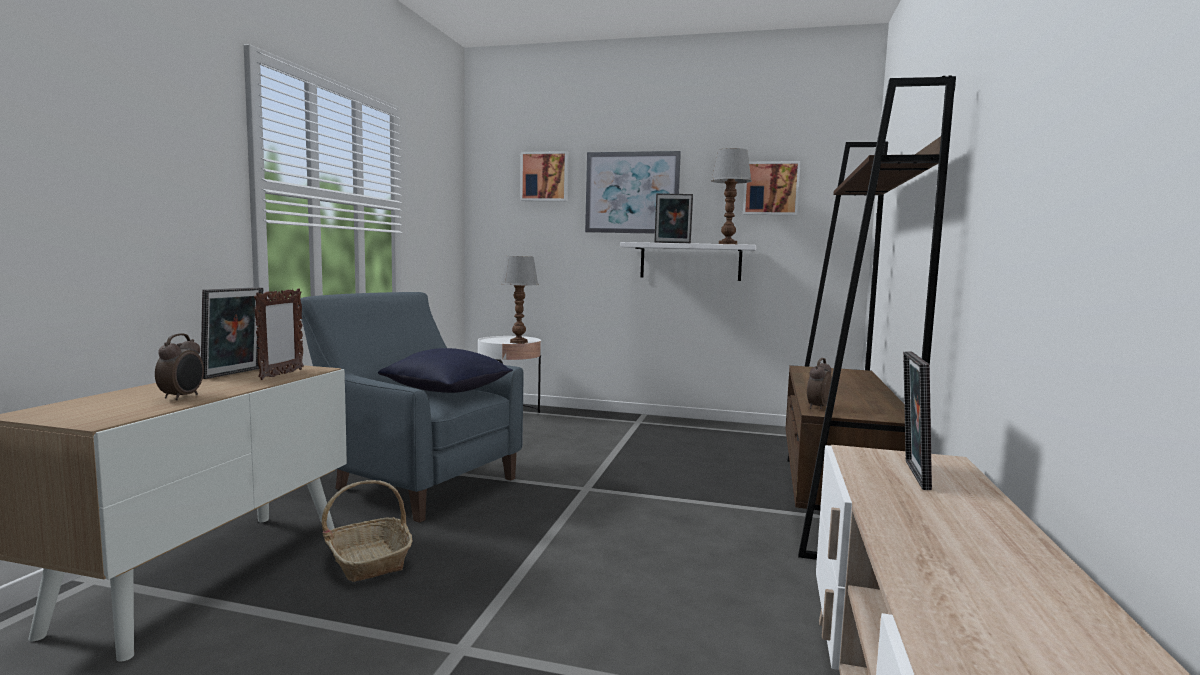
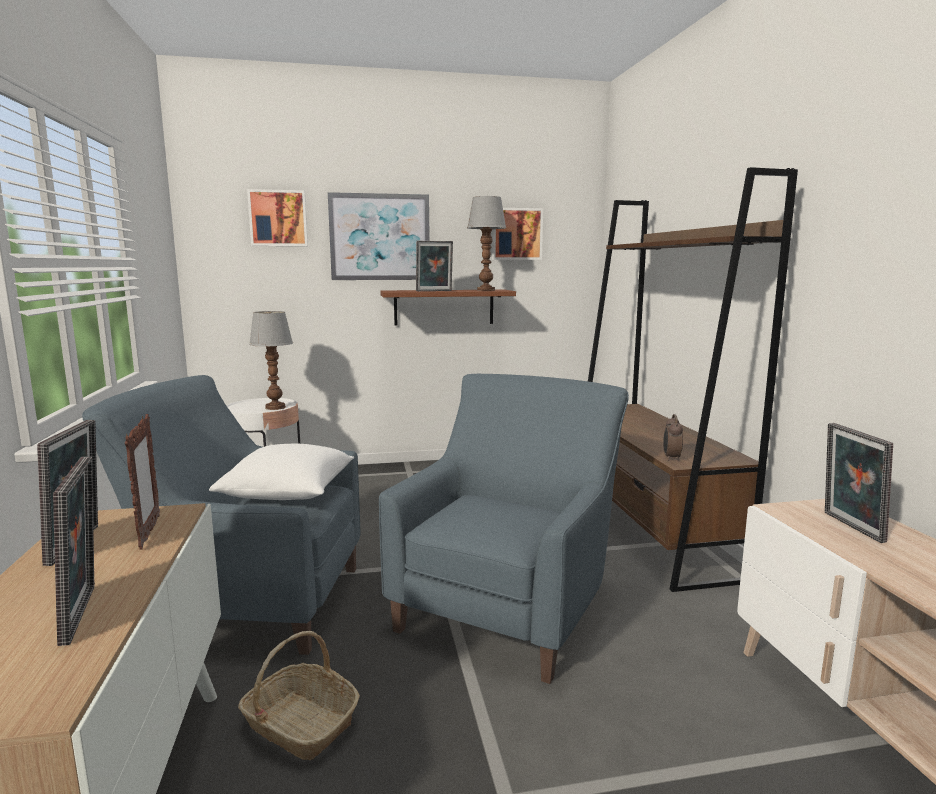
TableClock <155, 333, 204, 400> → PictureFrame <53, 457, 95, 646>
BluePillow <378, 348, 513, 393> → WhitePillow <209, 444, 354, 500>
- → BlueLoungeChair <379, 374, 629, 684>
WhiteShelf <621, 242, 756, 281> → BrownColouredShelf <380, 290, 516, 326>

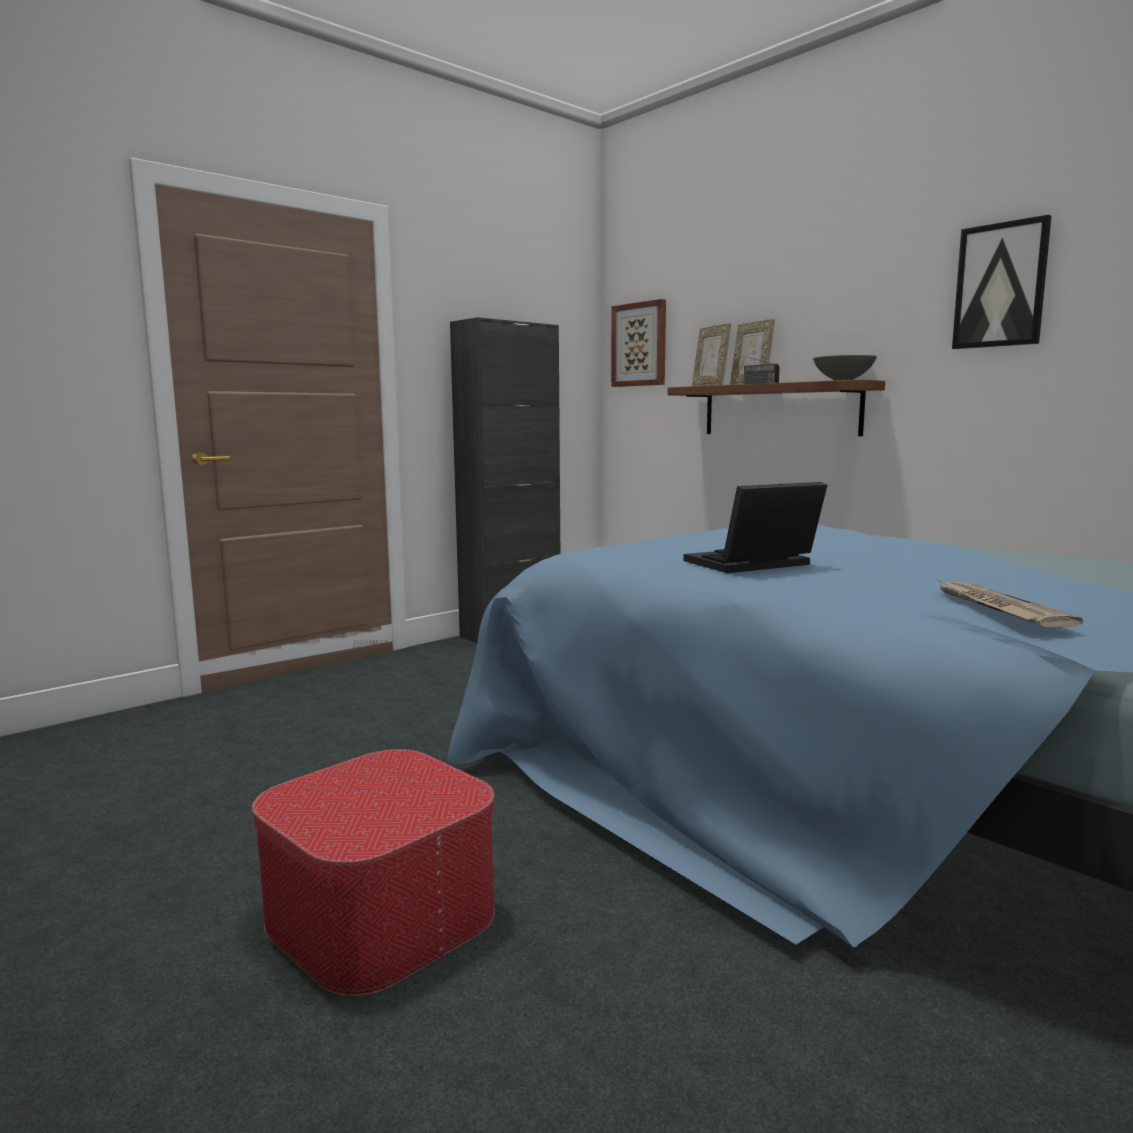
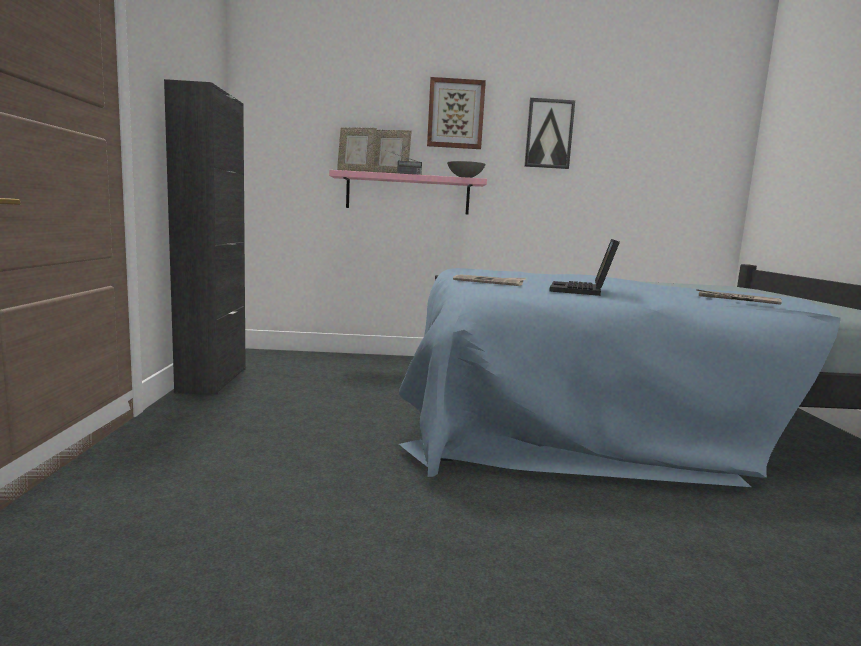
BrownColouredShelf <668, 379, 885, 436> → PinkColouredShelf <329, 170, 487, 214>
WallArt <611, 299, 666, 387> → WallArt <427, 77, 486, 149>, moved
- → PrintedPaper <453, 275, 526, 286>
Footrest <252, 749, 495, 996> → -

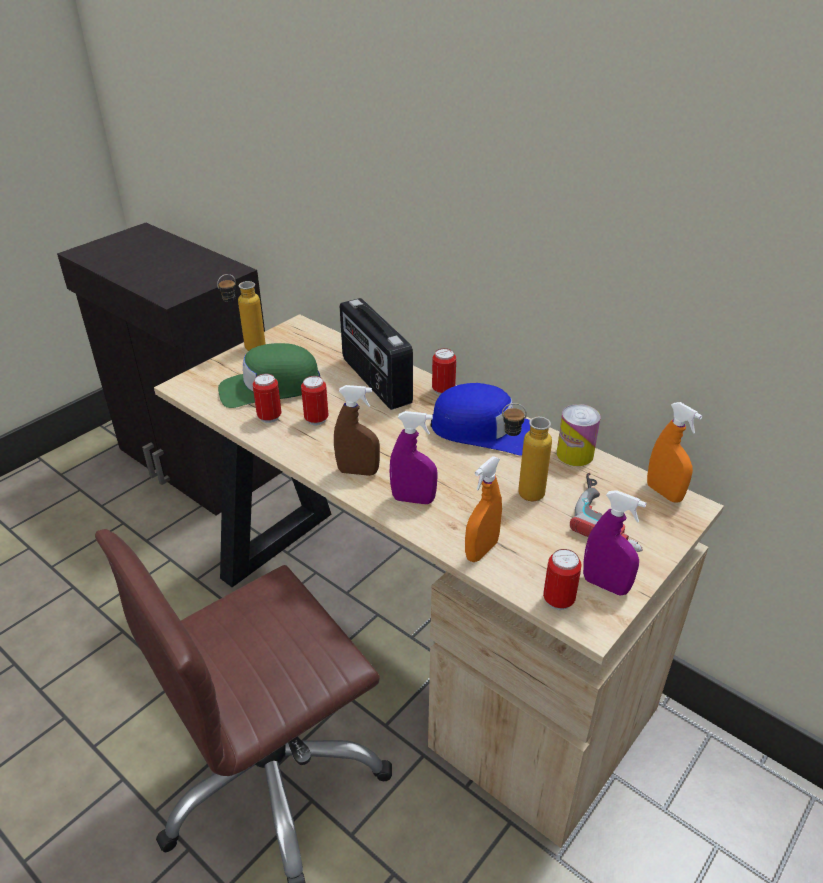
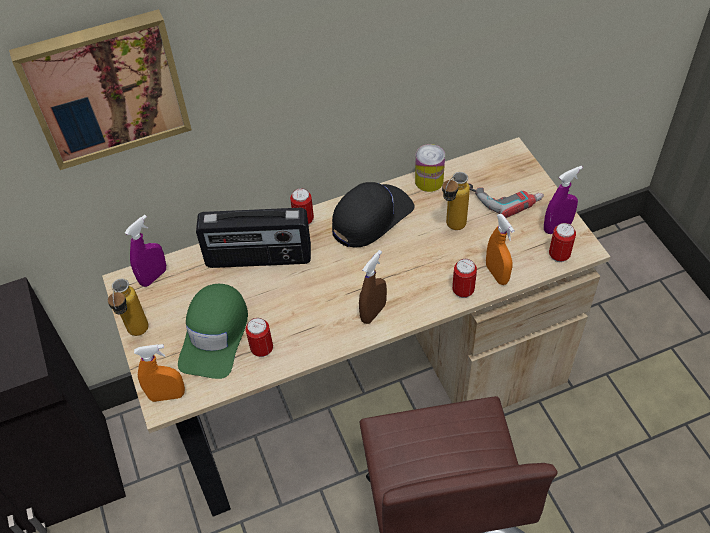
- → WallArt <9, 9, 192, 170>
PurplishHandSprayer <390, 411, 438, 504> → PurplishHandSprayer <125, 215, 166, 287>, moved
OrangeColouredHandSprayer <647, 402, 702, 503> → OrangeColouredHandSprayer <134, 344, 185, 402>, moved
BlueCap <431, 383, 530, 456> → BlackishCap <332, 182, 415, 247>
Can <301, 376, 329, 425> → Can <452, 259, 477, 298>, moved

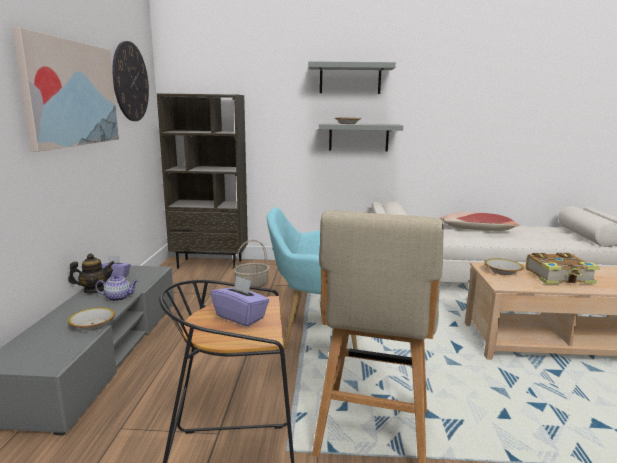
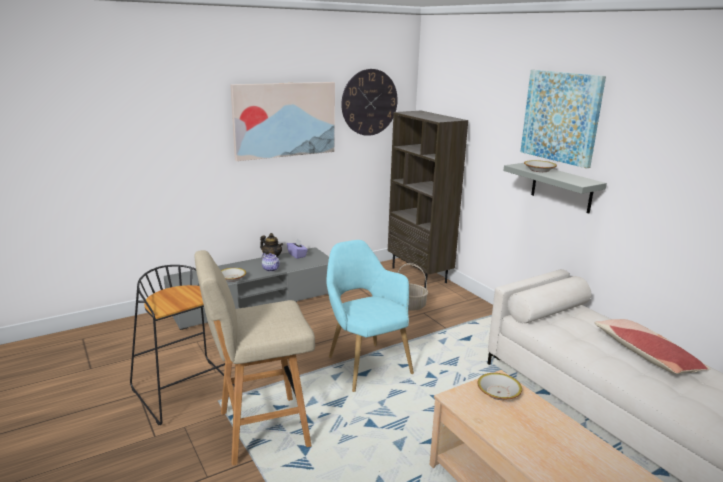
GrayShelf <308, 61, 396, 94> → WallArt <520, 70, 606, 168>
PurplishBoxOfTissues <211, 276, 269, 326> → -
Book <526, 253, 600, 284> → -

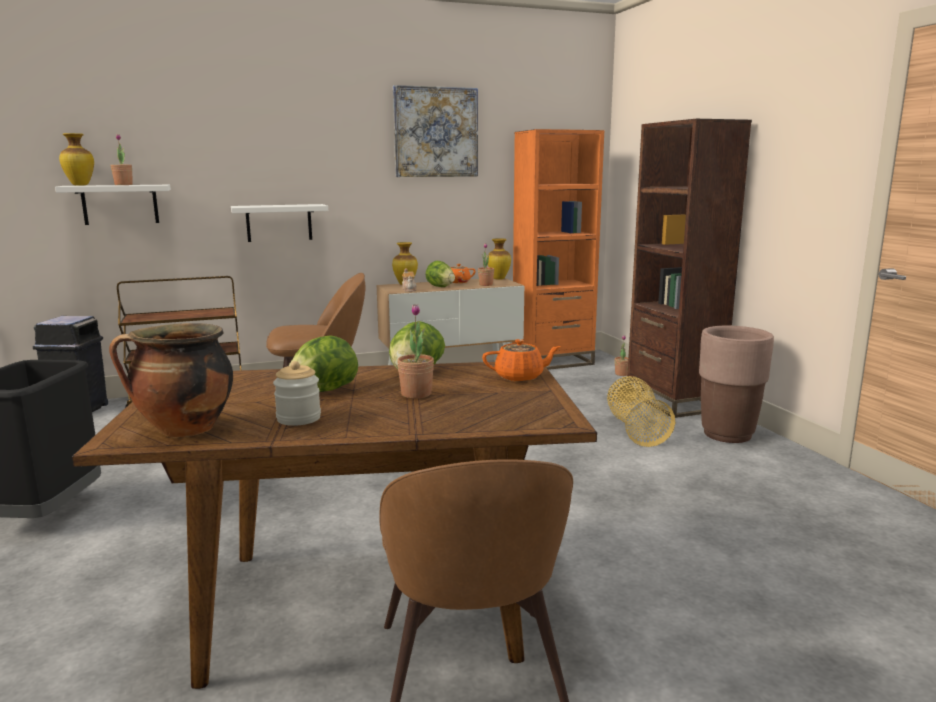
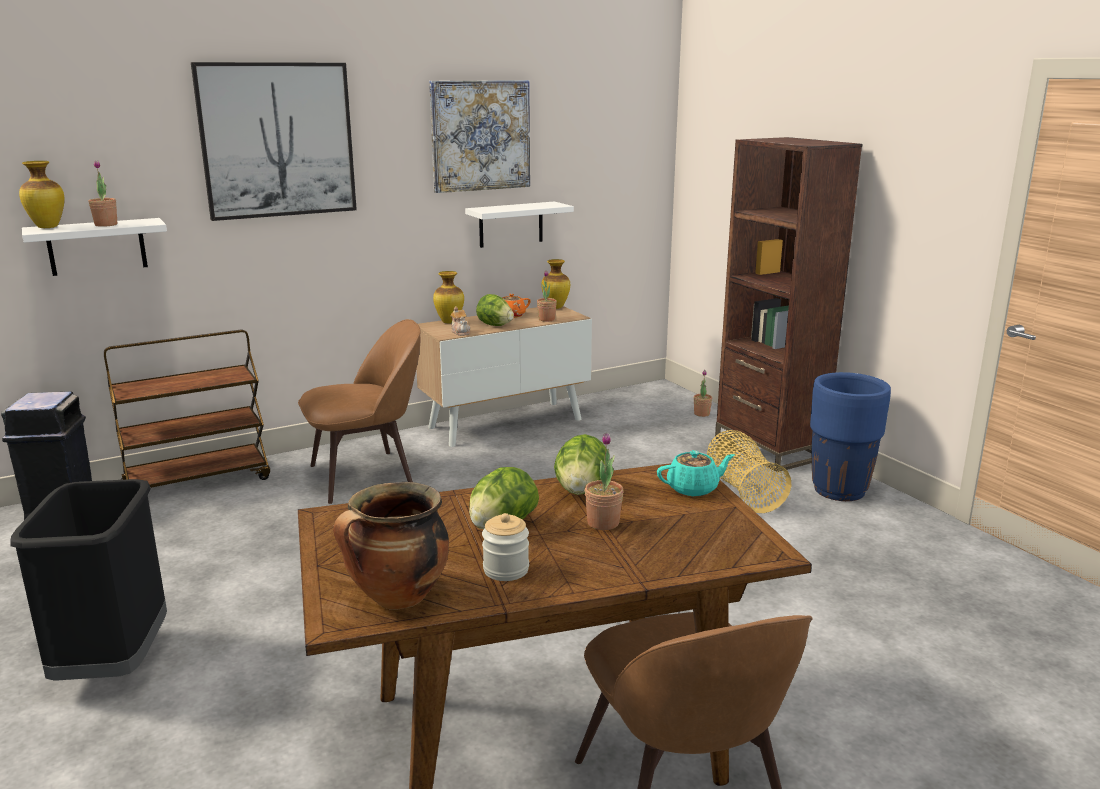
- → WallArt <191, 62, 357, 221>
WhiteShelf <231, 204, 328, 242> → WhiteShelf <465, 201, 574, 248>, moved
OrangeColouredTeapot <482, 339, 561, 382> → TurquoiseTeapot <657, 450, 735, 496>
BrownColouredPlanter <699, 326, 774, 443> → BluePlanter <810, 372, 891, 501>
OrangeColouredBookshelf <512, 129, 604, 370> → -

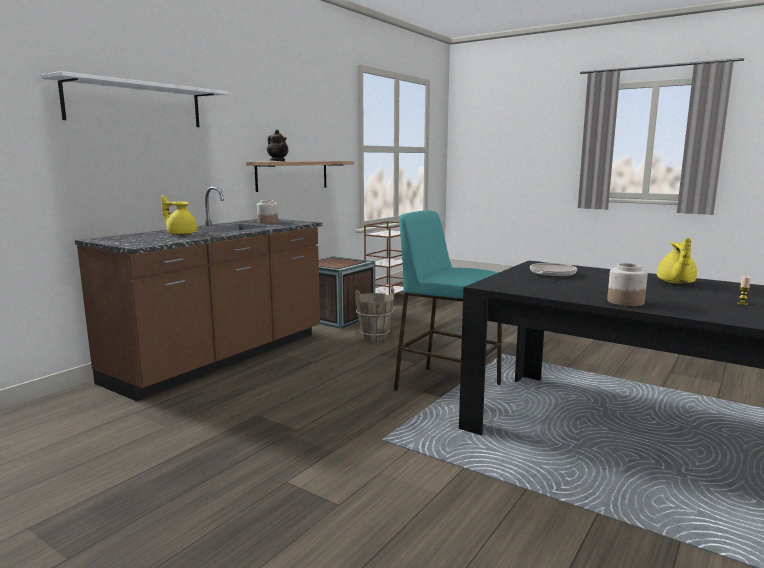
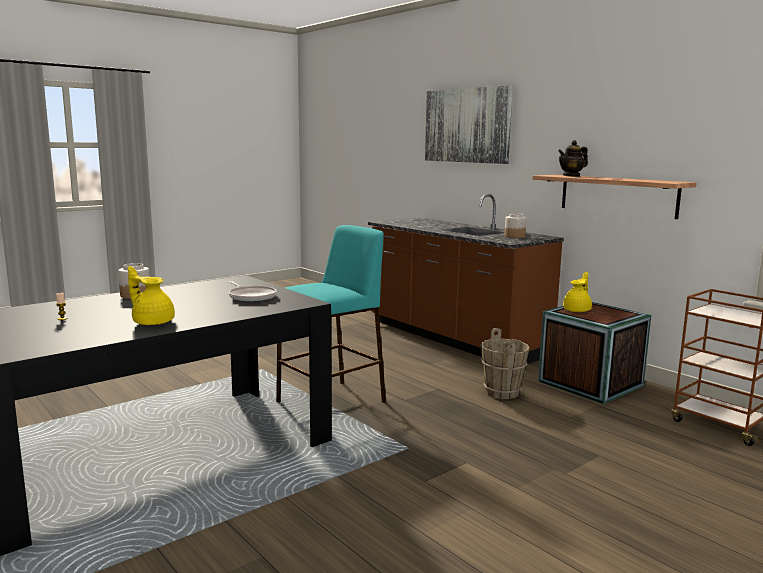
WhiteShelf <41, 71, 228, 127> → WallArt <425, 85, 513, 164>
YellowColouredTeapot <161, 195, 197, 235> → YellowColouredTeapot <563, 271, 592, 312>, moved

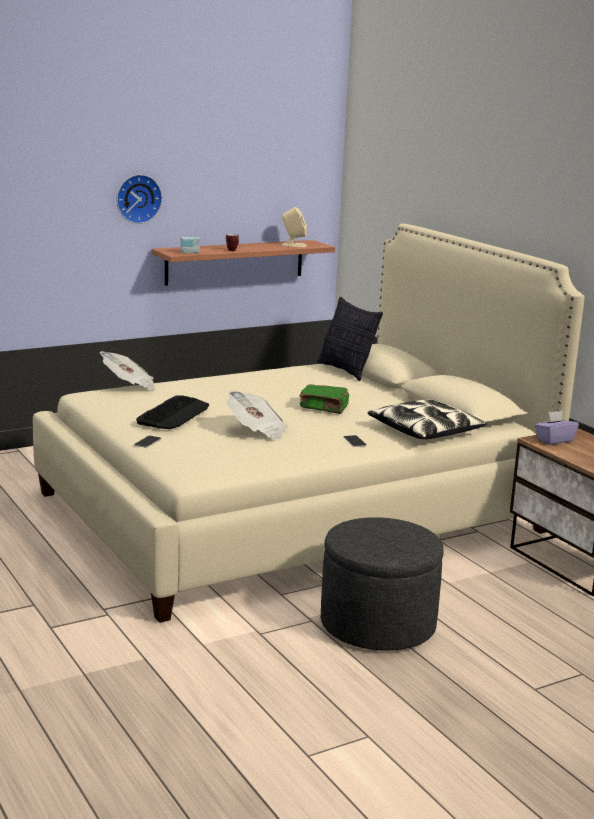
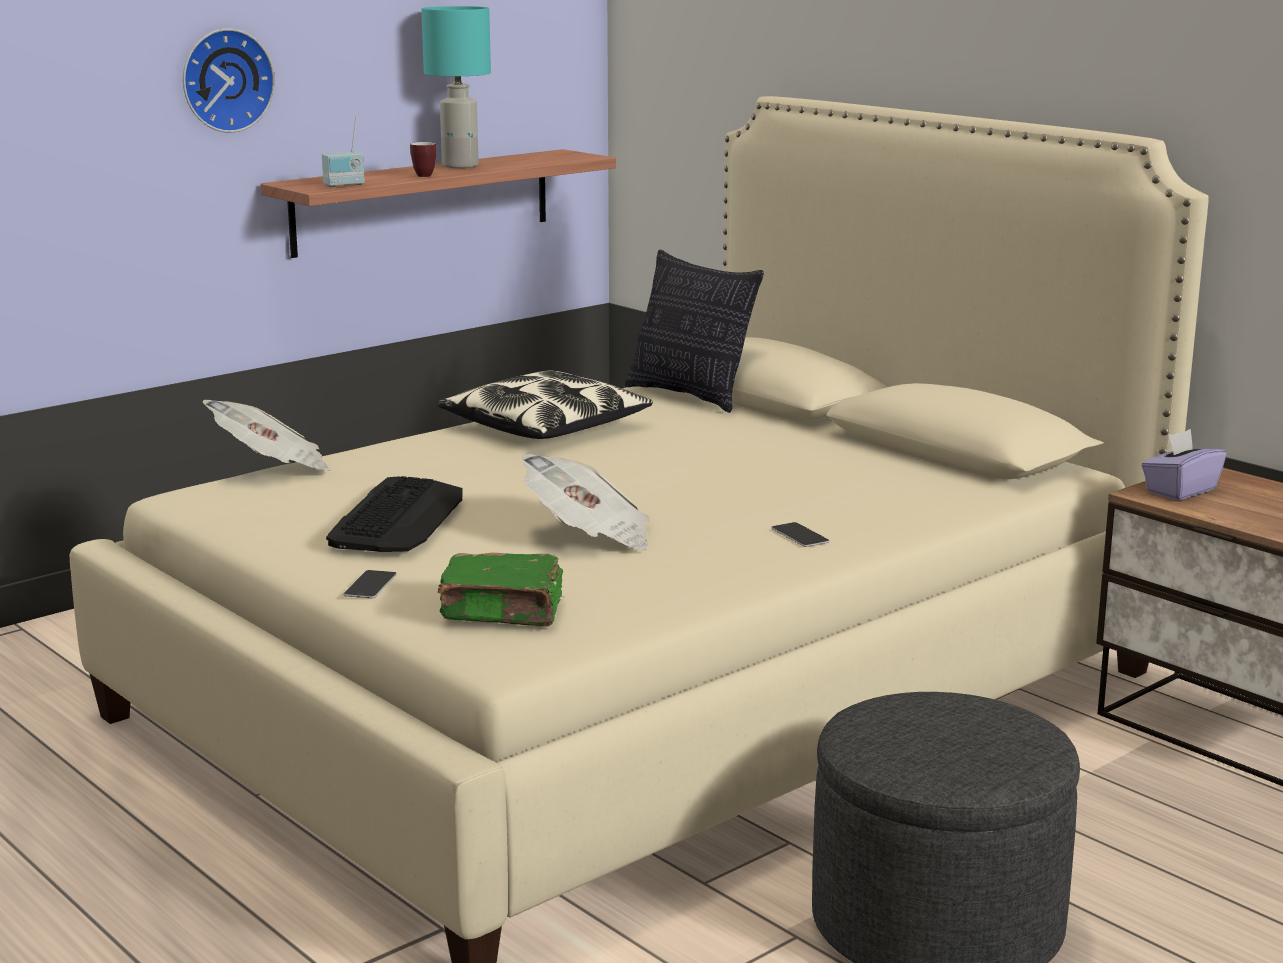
- → TurquoiseLampForATable <421, 6, 491, 168>
Pillow <367, 399, 487, 439> → Pillow <437, 371, 653, 439>, moved
GreenBook <299, 384, 350, 414> → GreenBook <438, 553, 563, 627>, moved
SandColouredLoudspeaker <282, 207, 307, 247> → -

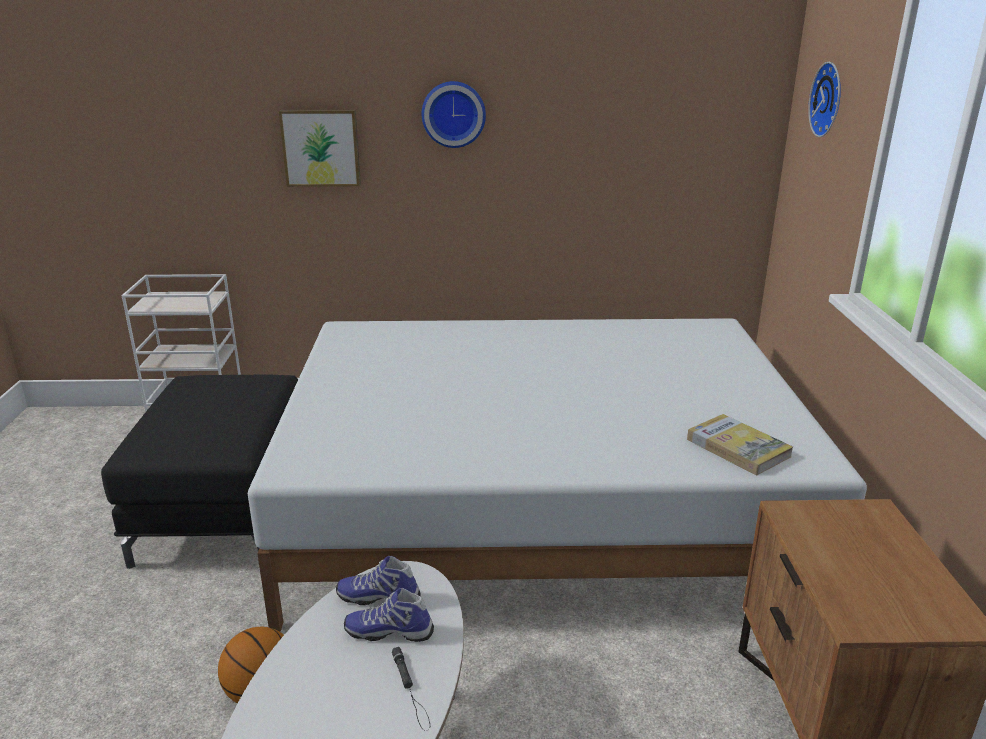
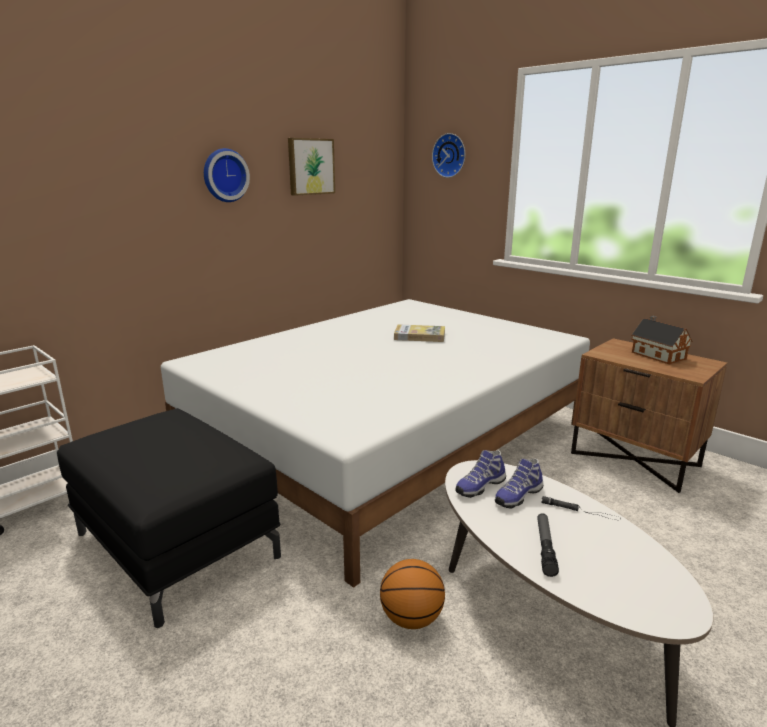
WallArt <279, 110, 361, 187> → WallArt <288, 138, 335, 196>, moved
Book <687, 414, 793, 475> → Book <394, 324, 445, 342>, moved
- → Torch <537, 513, 559, 577>
- → ToyHouse <631, 316, 692, 365>

